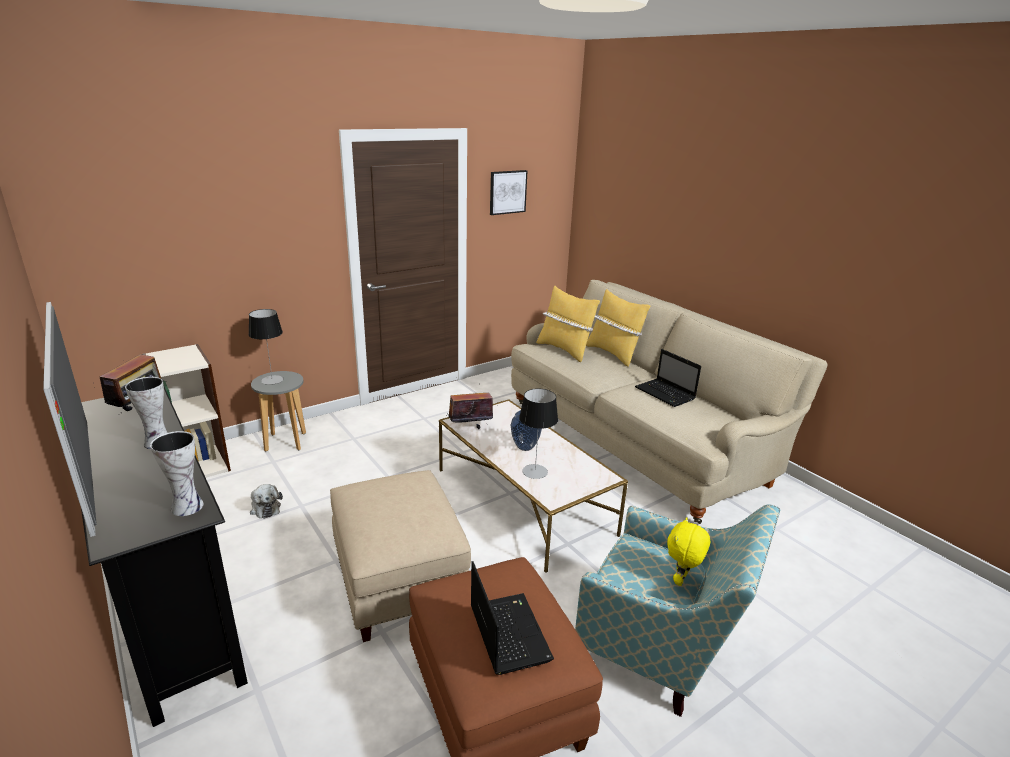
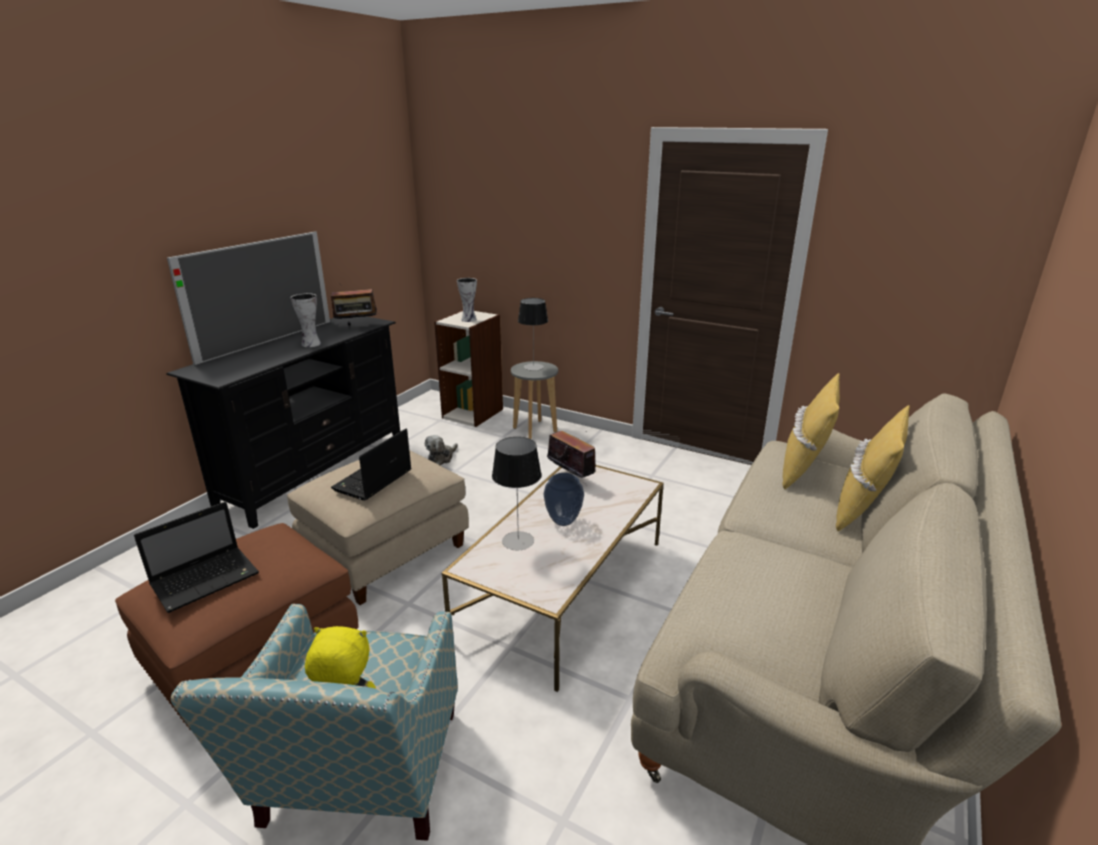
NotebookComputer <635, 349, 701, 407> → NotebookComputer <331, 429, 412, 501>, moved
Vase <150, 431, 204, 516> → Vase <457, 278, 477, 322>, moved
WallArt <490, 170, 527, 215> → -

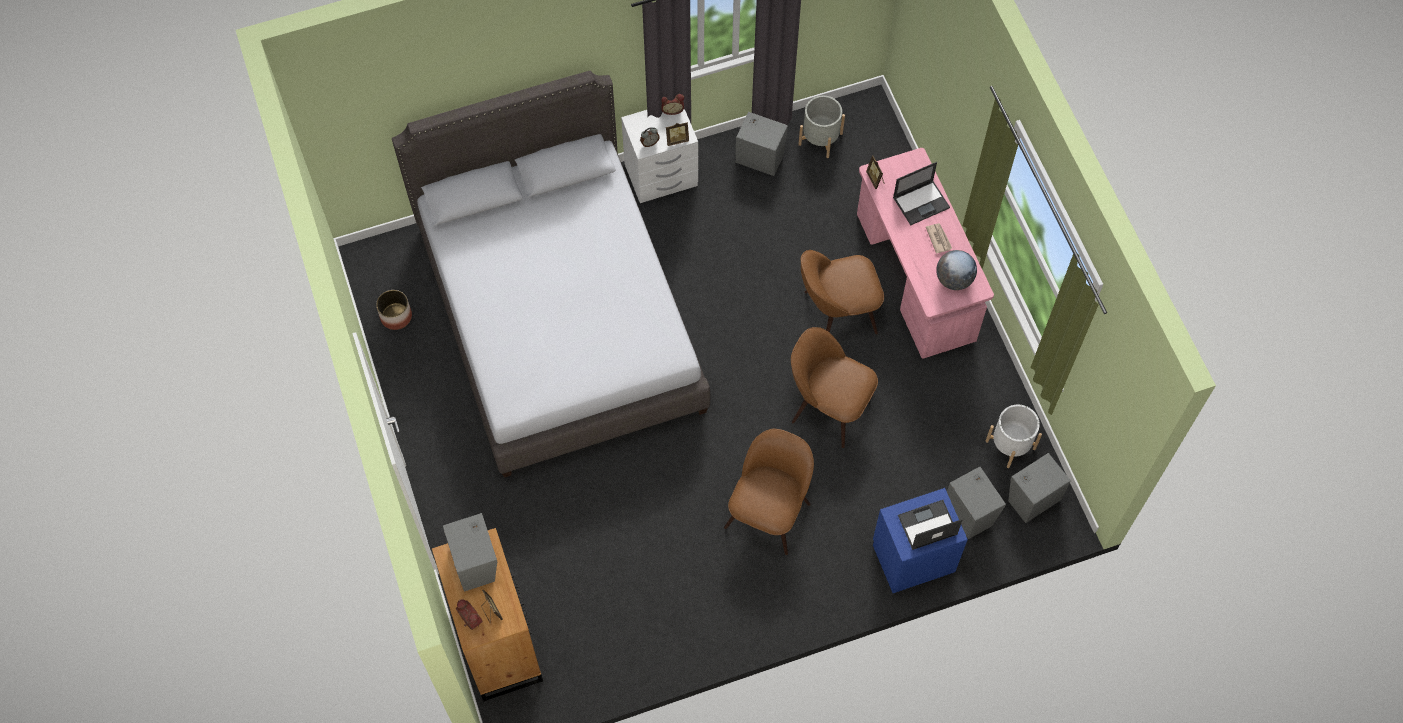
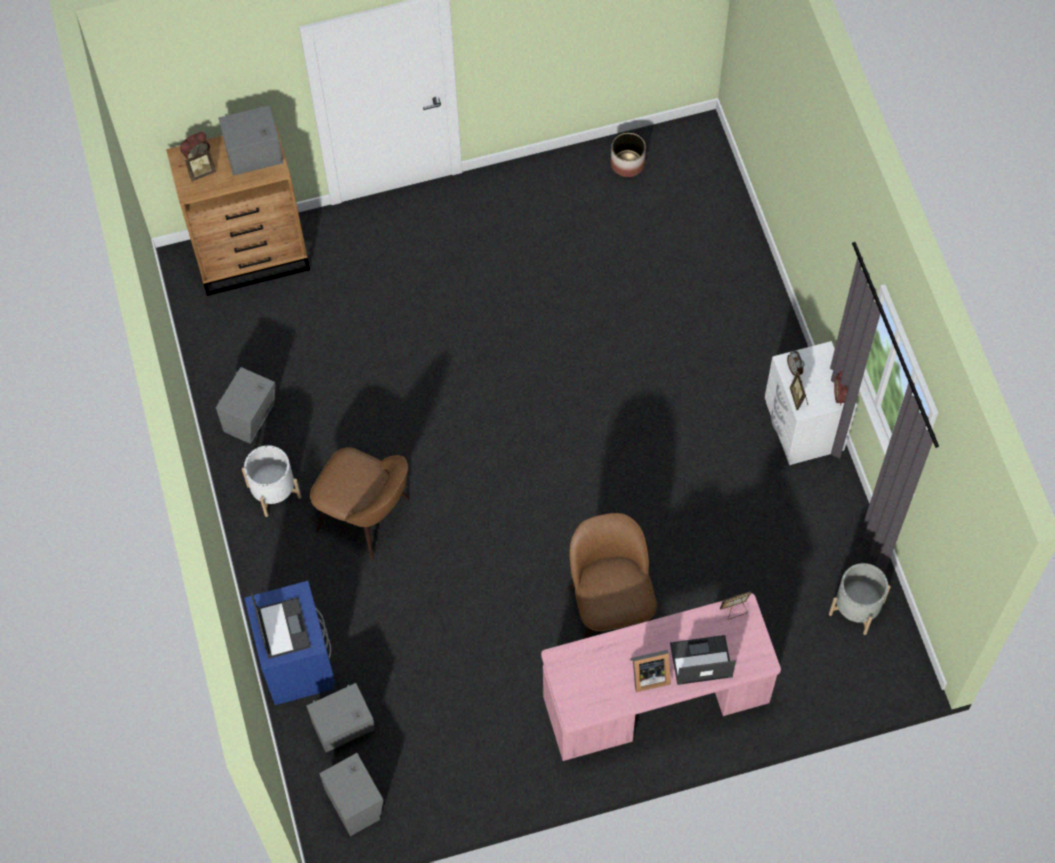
GrayLoudspeaker <735, 112, 788, 176> → GrayLoudspeaker <216, 367, 276, 444>, moved
WhitePlanter <985, 405, 1042, 468> → WhitePlanter <242, 445, 301, 517>, moved
PrintedPaper <926, 223, 952, 254> → PictureFrame <630, 650, 671, 692>
NotebookComputer <893, 162, 950, 225> → NotebookComputer <670, 635, 736, 685>, 105 degrees clockwise
GrayBedroomBed <392, 71, 710, 478> → -
BrownColouredChair <791, 327, 878, 448> → -
WorldGlobe <936, 250, 977, 290> → -

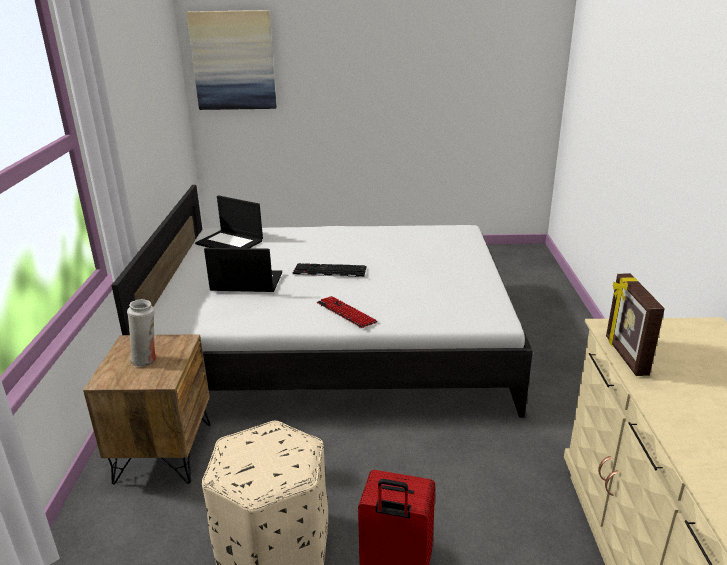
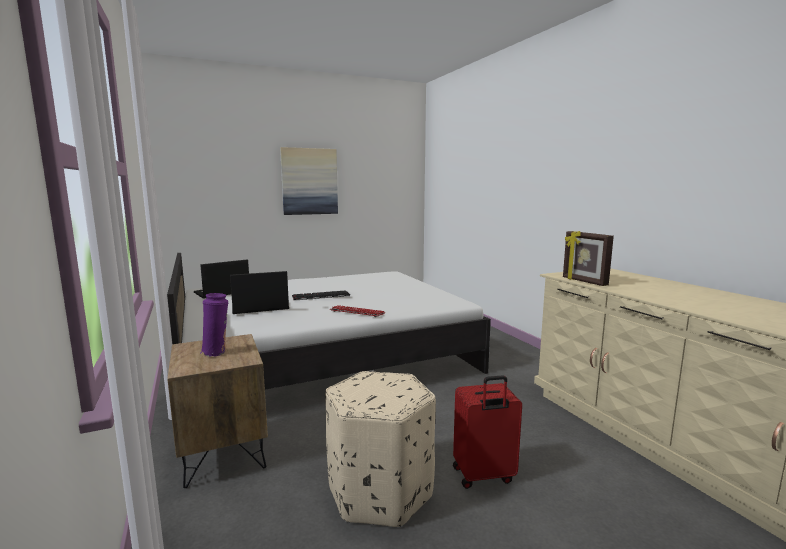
NotebookComputer <195, 195, 263, 248> → NotebookComputer <194, 259, 249, 299>, 135 degrees clockwise
WhiteVase <127, 299, 156, 367> → PurplishVase <200, 293, 228, 357>
WallArt <186, 10, 277, 110> → WallArt <280, 147, 338, 215>, moved

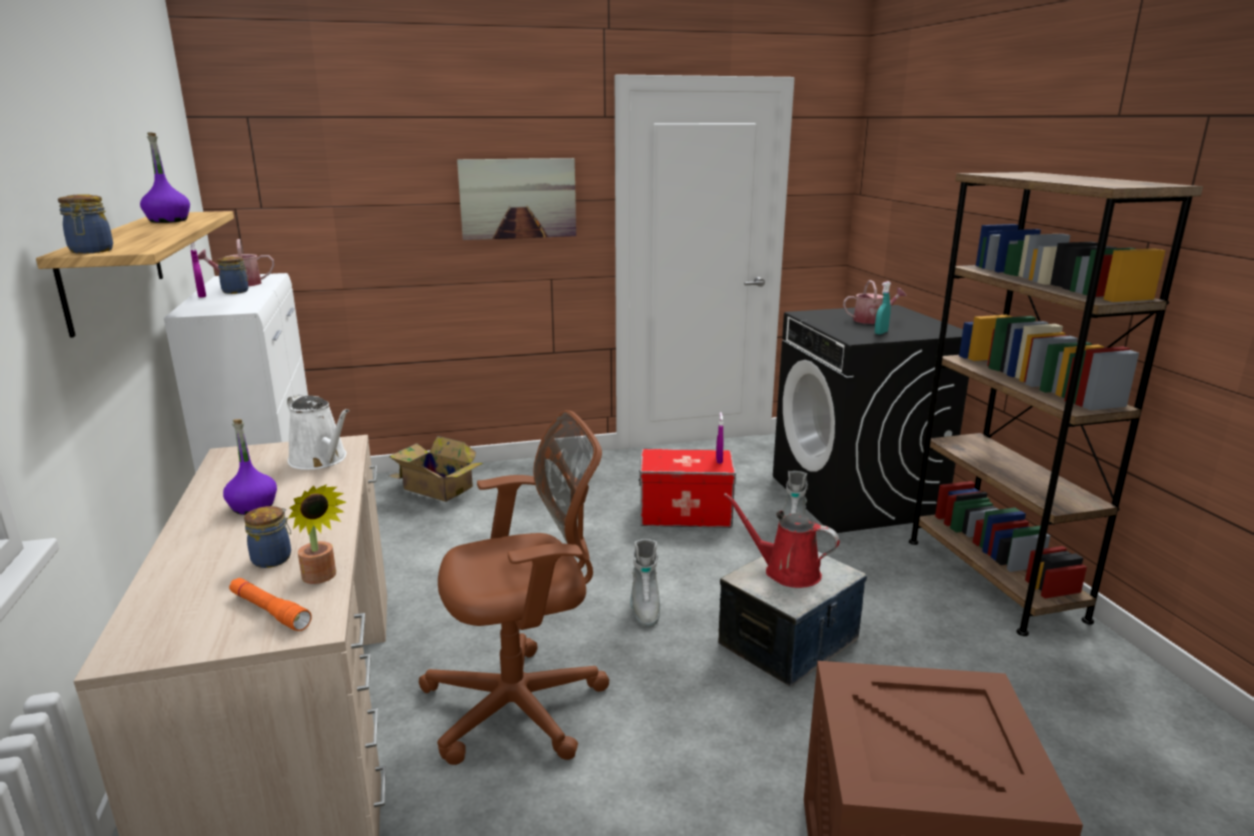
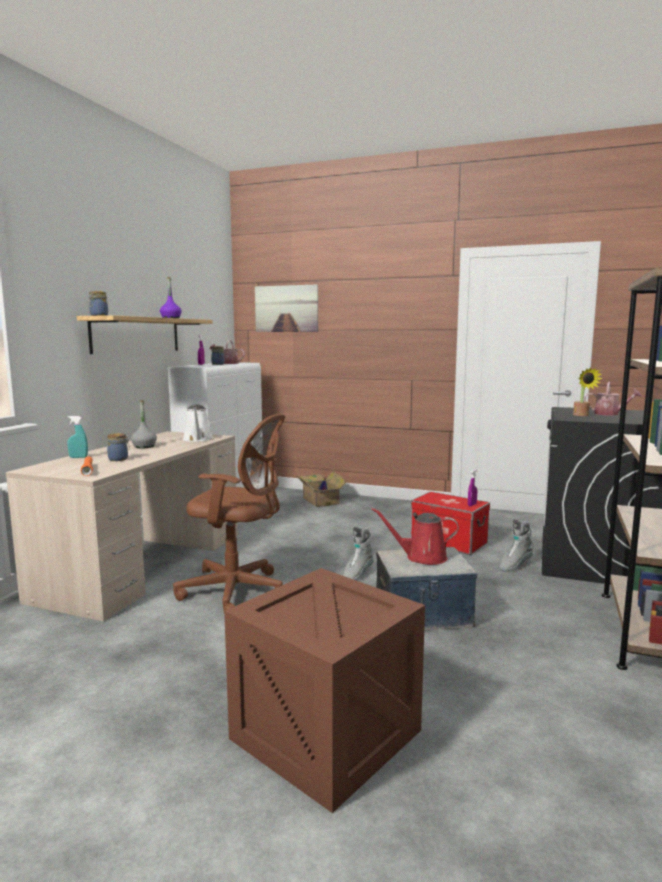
TurquoiseHandSprayer <875, 281, 891, 335> → TurquoiseHandSprayer <67, 416, 88, 458>, moved
PurplishDrinkBottle <223, 419, 277, 515> → GrayDrinkBottle <131, 400, 157, 449>
WallArt <457, 158, 576, 240> → WallArt <255, 284, 318, 332>, moved
RedColouredWateringPot <723, 493, 839, 588> → RedColouredWateringPot <371, 508, 459, 565>, 60 degrees counterclockwise
PlantInAPot <289, 484, 346, 584> → PlantInAPot <573, 367, 603, 416>, moved

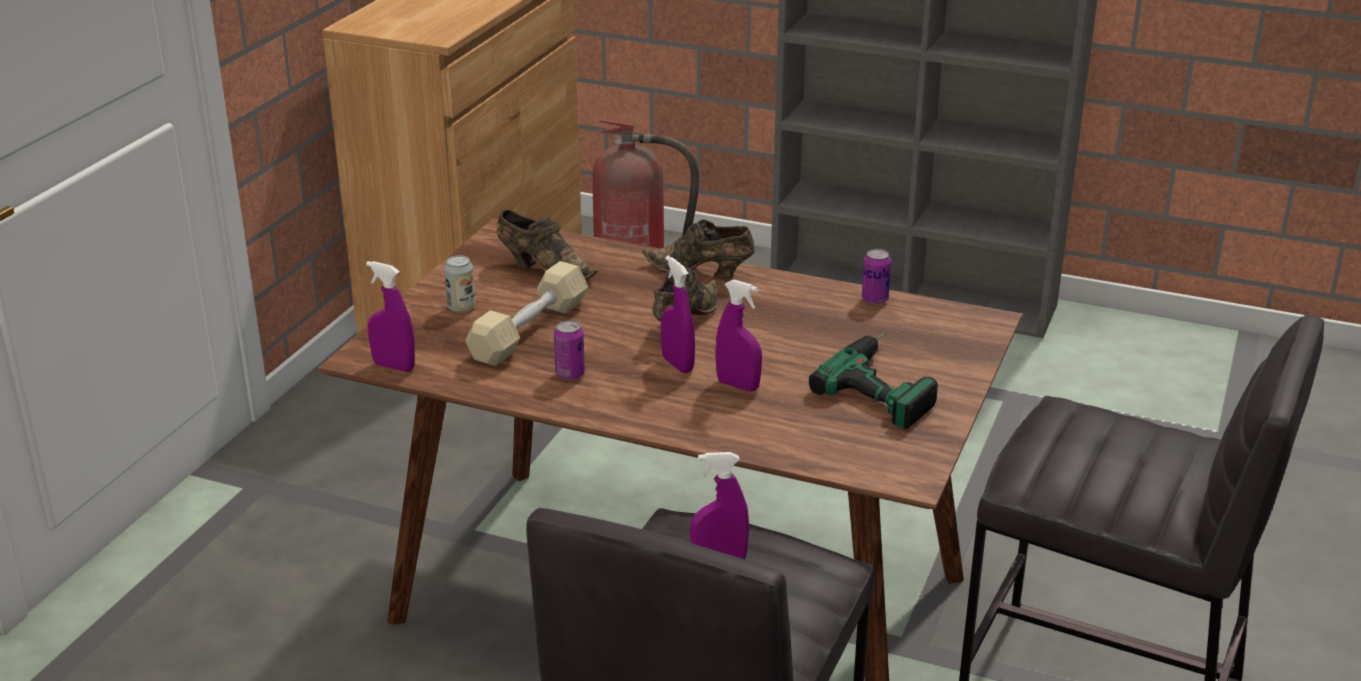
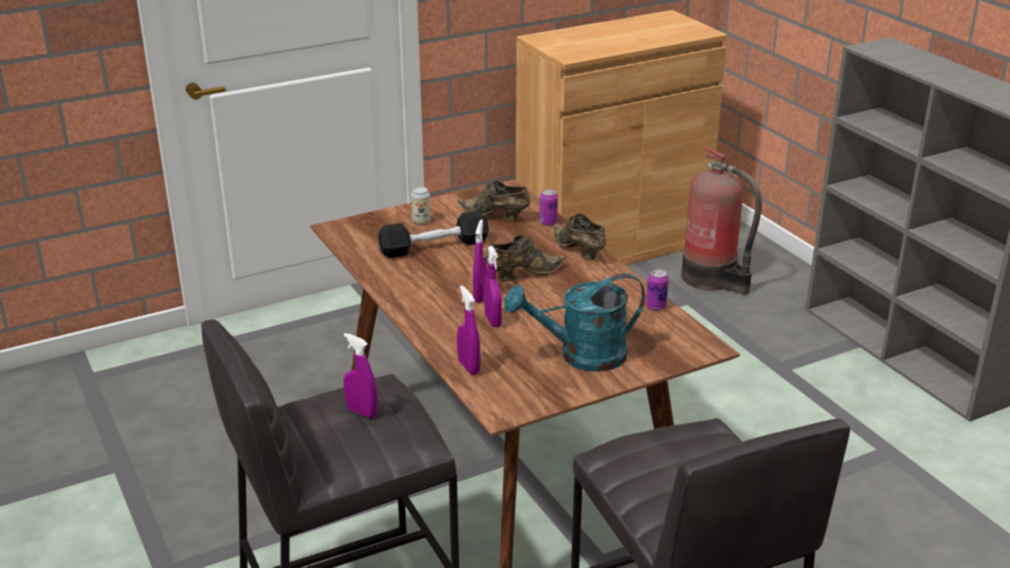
SandColouredDumbbell <466, 261, 588, 366> → BlackishDumbbell <378, 211, 489, 258>
BrownColouredItemOfFootwear <497, 210, 598, 280> → BrownColouredItemOfFootwear <457, 180, 530, 221>, 135 degrees clockwise
PurplishHandSprayer <366, 261, 415, 372> → PurplishHandSprayer <457, 286, 481, 375>, moved
Drill <809, 331, 938, 429> → TurquoiseWateringPot <505, 273, 645, 372>
Can <554, 320, 585, 380> → Can <539, 189, 558, 226>, moved

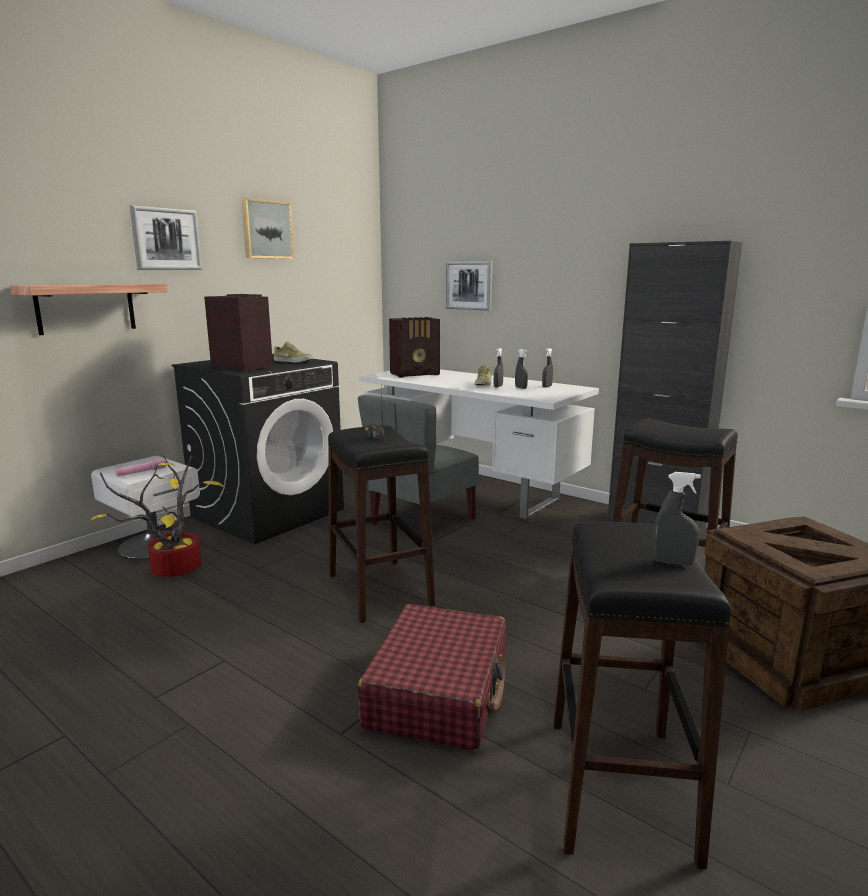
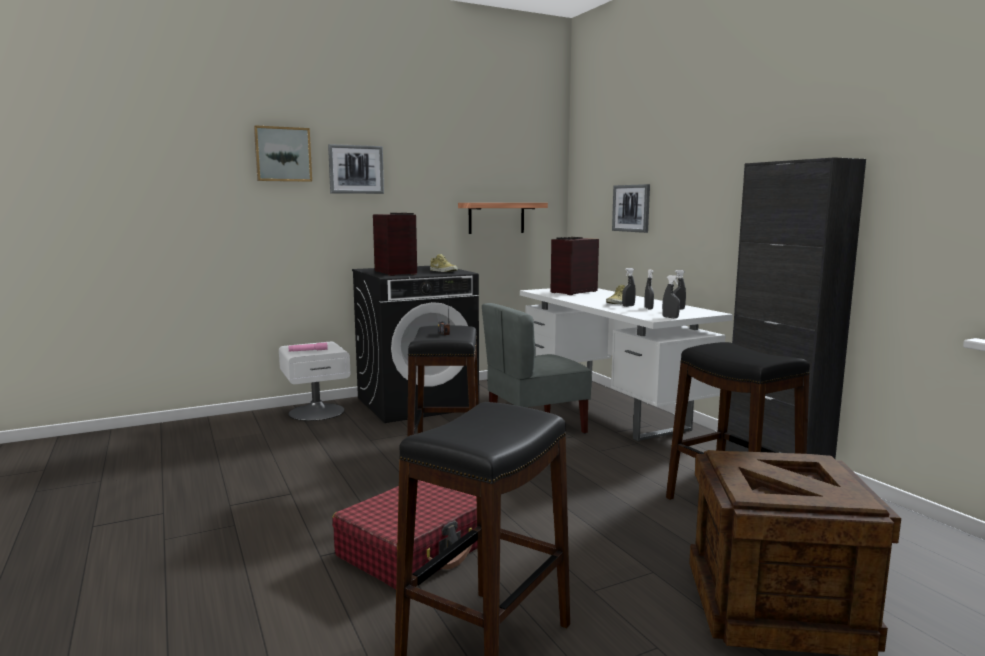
WallArt <241, 198, 294, 259> → WallArt <254, 125, 312, 182>, moved
Shelf <10, 284, 168, 335> → Shelf <458, 203, 548, 234>, moved
RadioReceiver <389, 317, 440, 378> → RadioReceiver <551, 237, 599, 295>, 135 degrees clockwise
GrayHandSprayer <653, 472, 701, 566> → GrayHandSprayer <662, 275, 680, 318>, moved
PlantInAPot <90, 443, 225, 577> → -

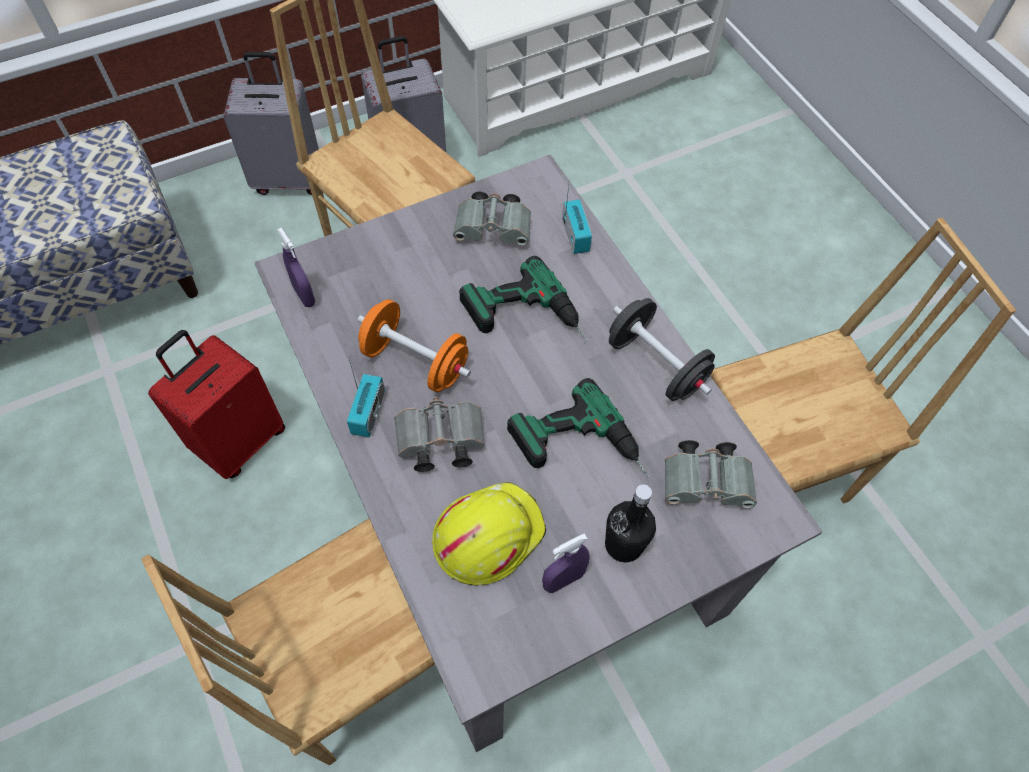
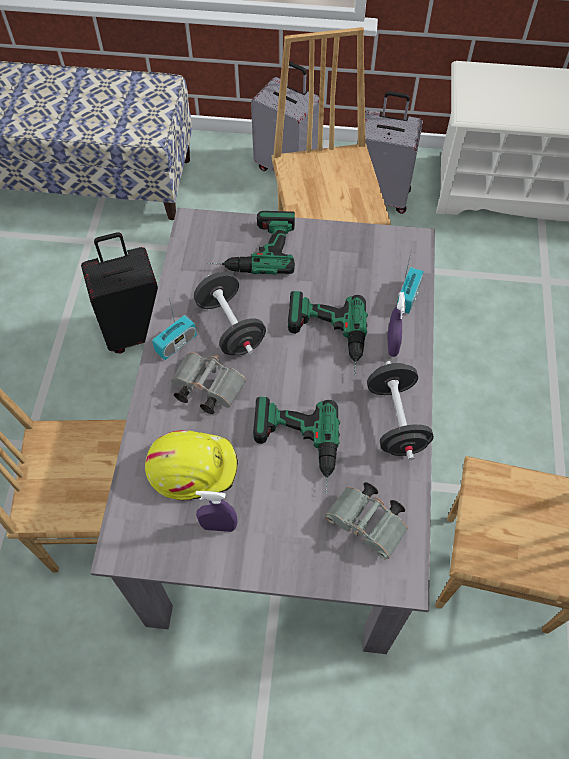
RedColouredSuitcase <148, 330, 285, 479> → BlackishSuitcase <81, 232, 158, 353>
OrangeColouredDumbbell <358, 299, 471, 393> → BlackishDumbbell <194, 272, 266, 355>
- → Drill <207, 211, 295, 275>
PurplishHandSprayer <277, 228, 315, 307> → PurplishHandSprayer <387, 292, 405, 357>, moved
GrayPairOfBinoculars <453, 191, 531, 246> → -
BlackishDrinkBottle <605, 484, 656, 563> → -

